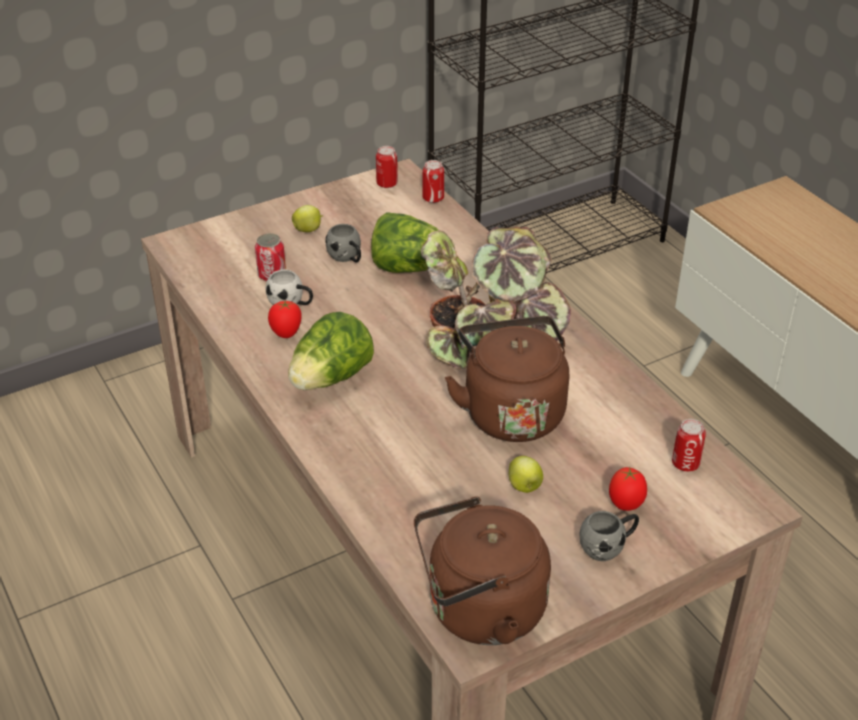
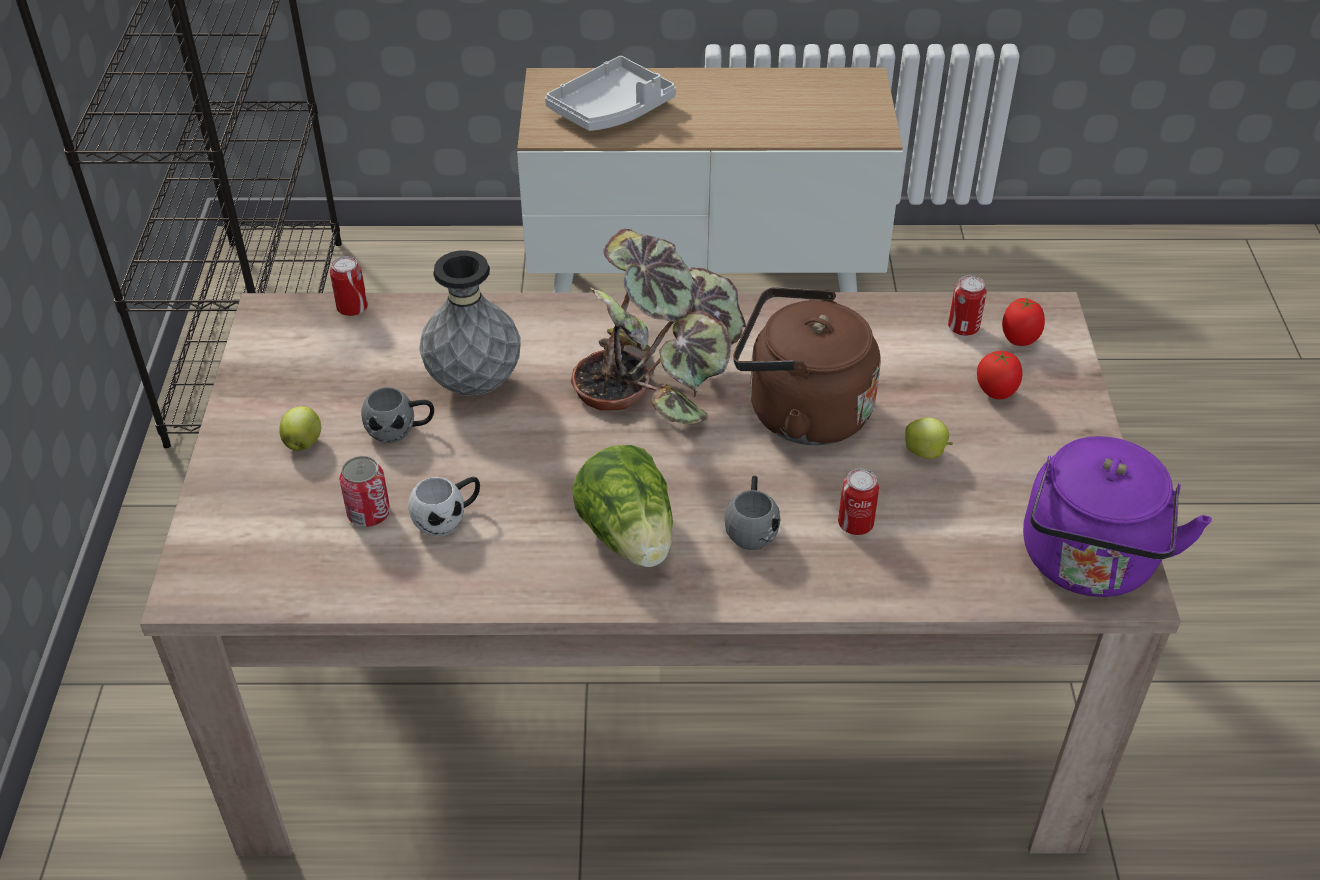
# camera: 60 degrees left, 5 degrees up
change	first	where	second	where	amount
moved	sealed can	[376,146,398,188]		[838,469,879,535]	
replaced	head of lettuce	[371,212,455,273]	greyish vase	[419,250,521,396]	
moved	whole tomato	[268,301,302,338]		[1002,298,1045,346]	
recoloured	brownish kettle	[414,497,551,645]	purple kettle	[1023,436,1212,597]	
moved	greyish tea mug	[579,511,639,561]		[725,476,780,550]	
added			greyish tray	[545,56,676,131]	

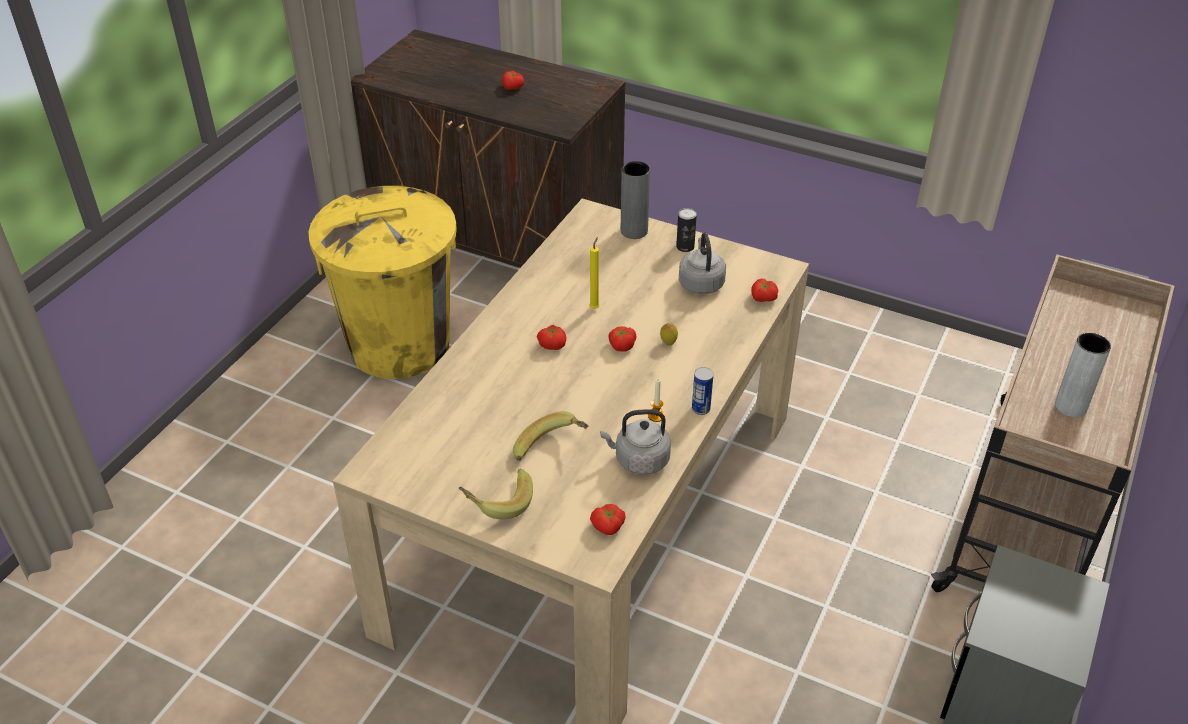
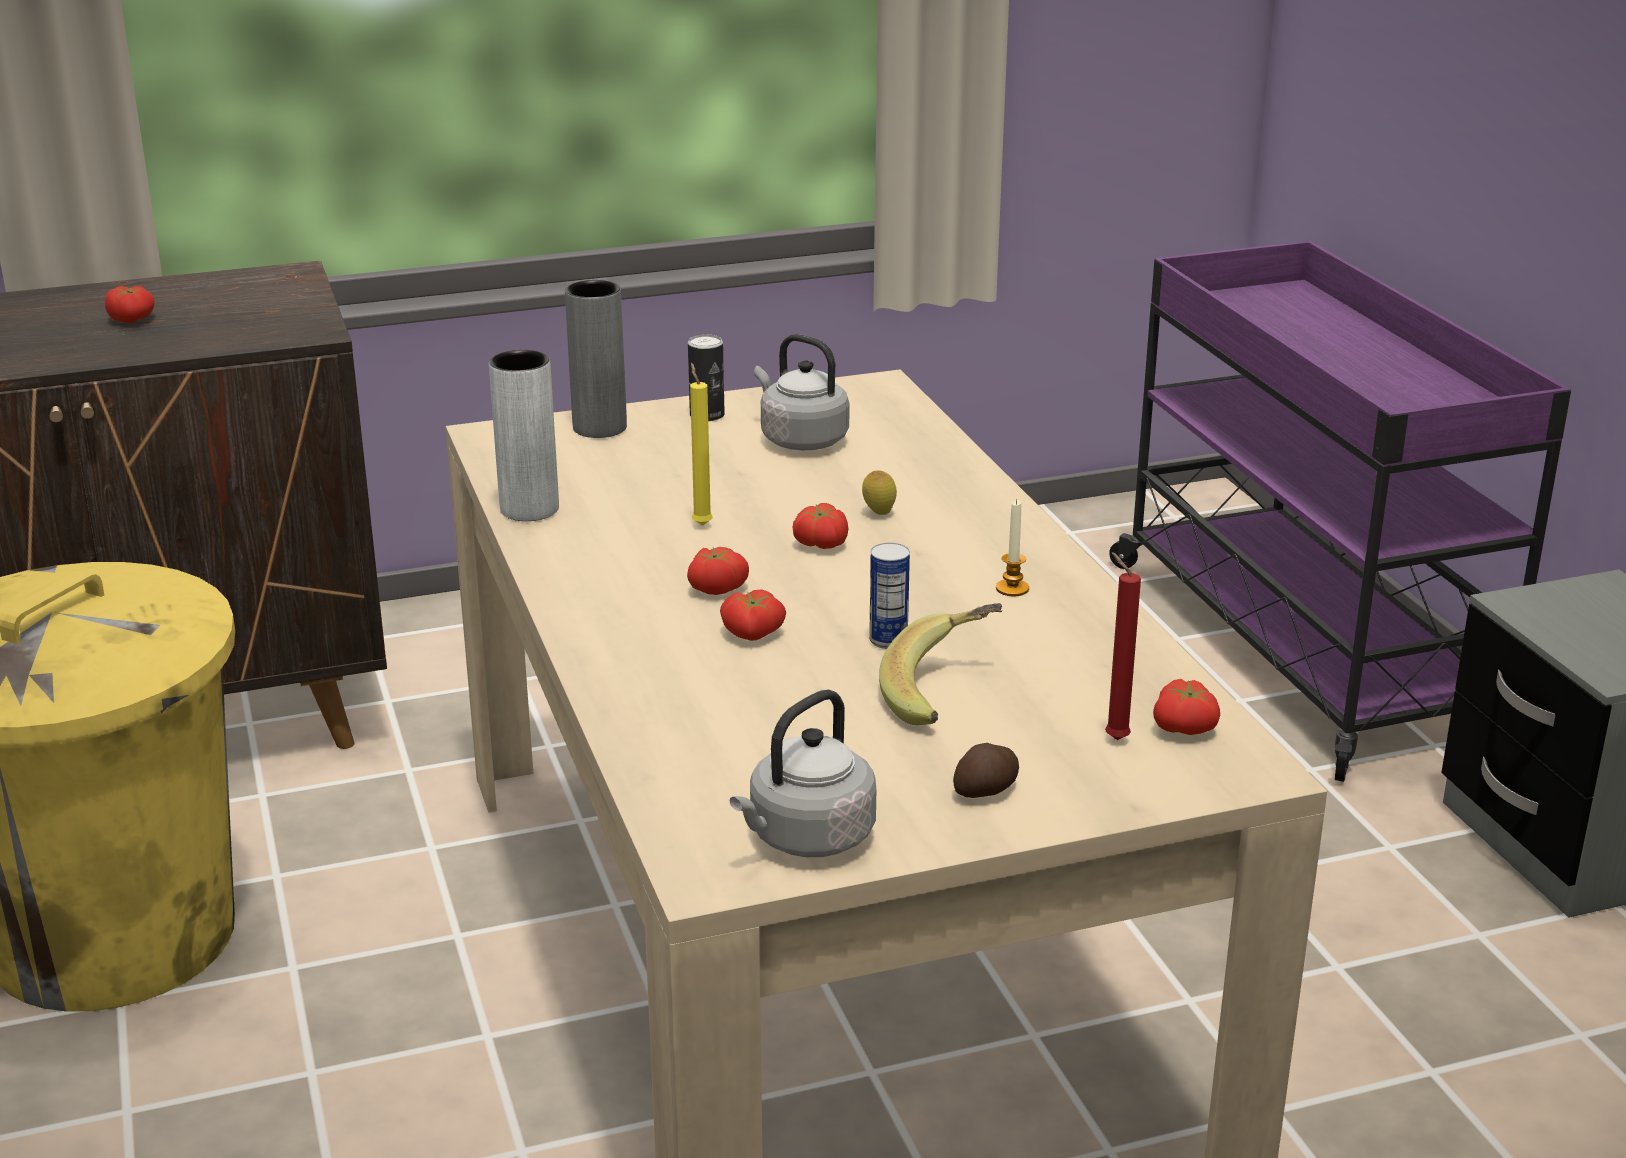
# camera: 45 degrees left, 15 degrees down
change	first	where	second	where	amount
recoloured	beige trolley	[931,255,1175,592]	purple trolley	[1109,241,1571,782]	
moved	whole tomato	[751,279,778,302]		[720,589,786,641]	
moved	greyish vase	[1055,333,1111,417]		[489,350,559,521]	
moved	sealed can	[692,367,714,415]		[869,543,910,649]	
moved	greyish kettle	[600,409,671,475]		[730,690,876,857]	
replaced	whole banana	[459,469,533,519]	potato	[953,743,1019,798]	
added			red-coloured wax candle	[1105,552,1141,740]	

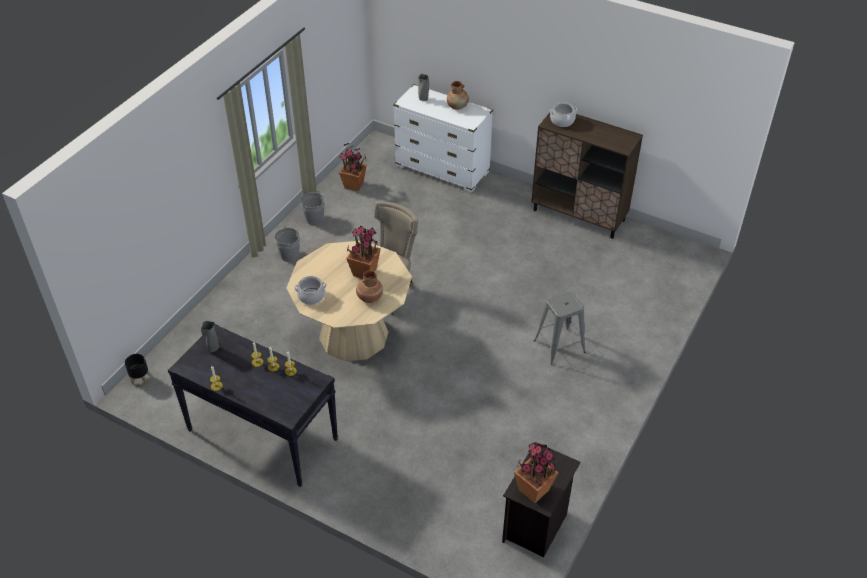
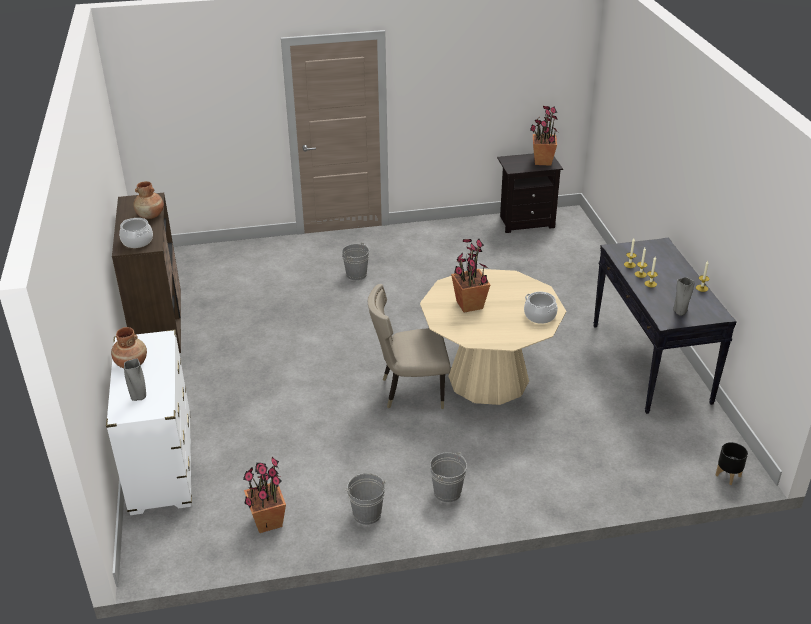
# camera: 130 degrees left, 10 degrees down
change	first	where	second	where	amount
moved	brownish vase	[356,270,383,303]		[133,181,164,219]	
replaced	greyish sitting stool	[534,292,586,365]	greyish pail	[342,242,369,280]	

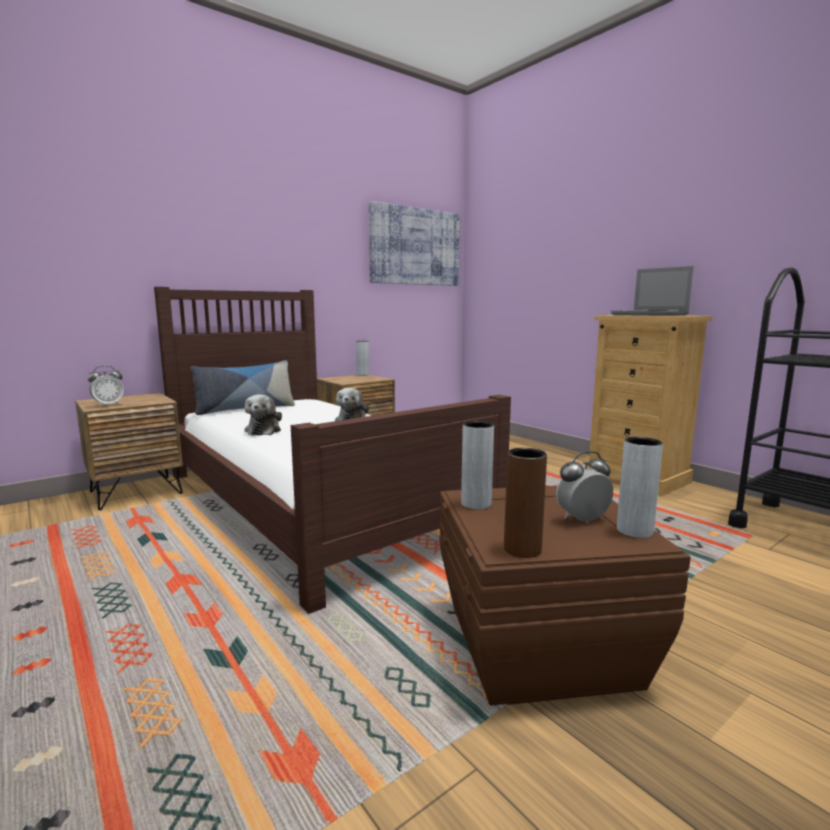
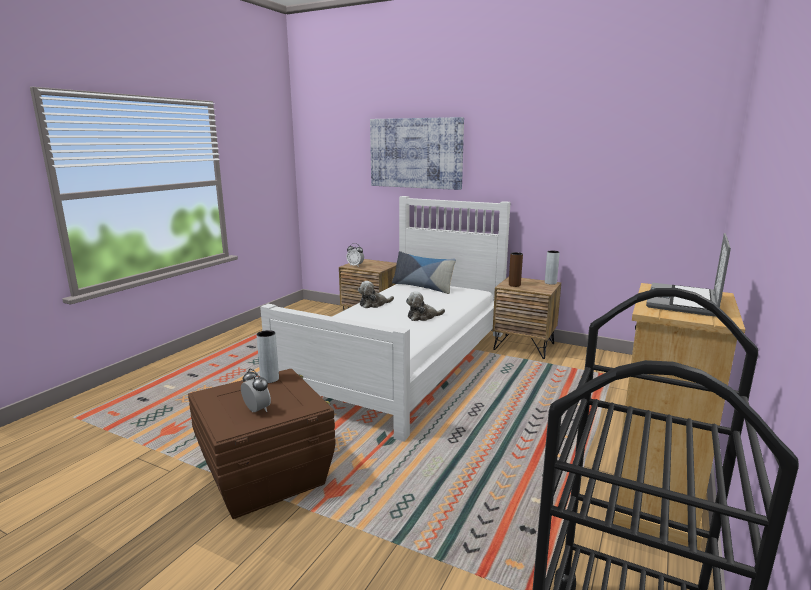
# camera: 65 degrees right, 5 degrees up
change	first	where	second	where	amount
moved	wall picture	[369,201,460,286]		[370,117,464,190]	
recoloured	brownish bedroom bed	[154,287,511,614]	white bedroom bed	[260,196,511,442]	
removed	greyish vase	[617,437,663,538]			
moved	brownish vase	[504,448,547,558]		[509,252,523,287]	

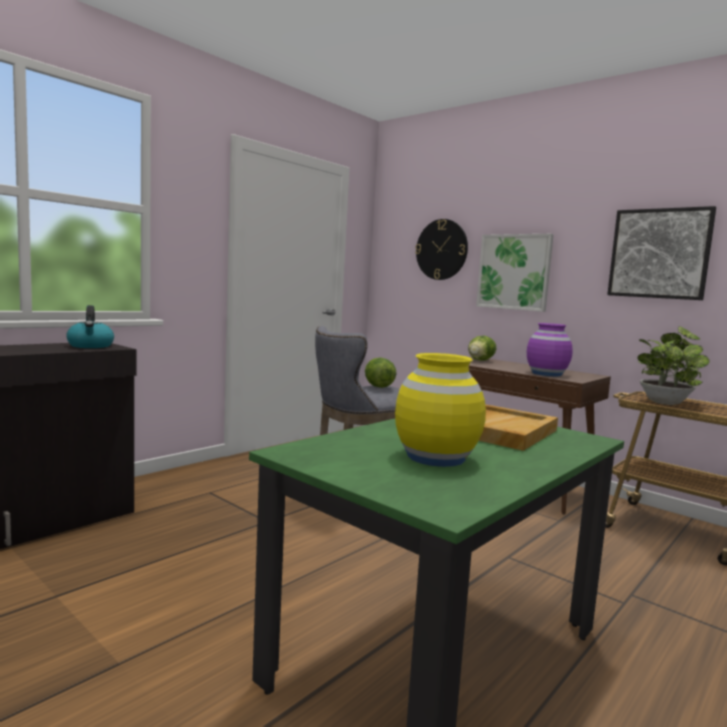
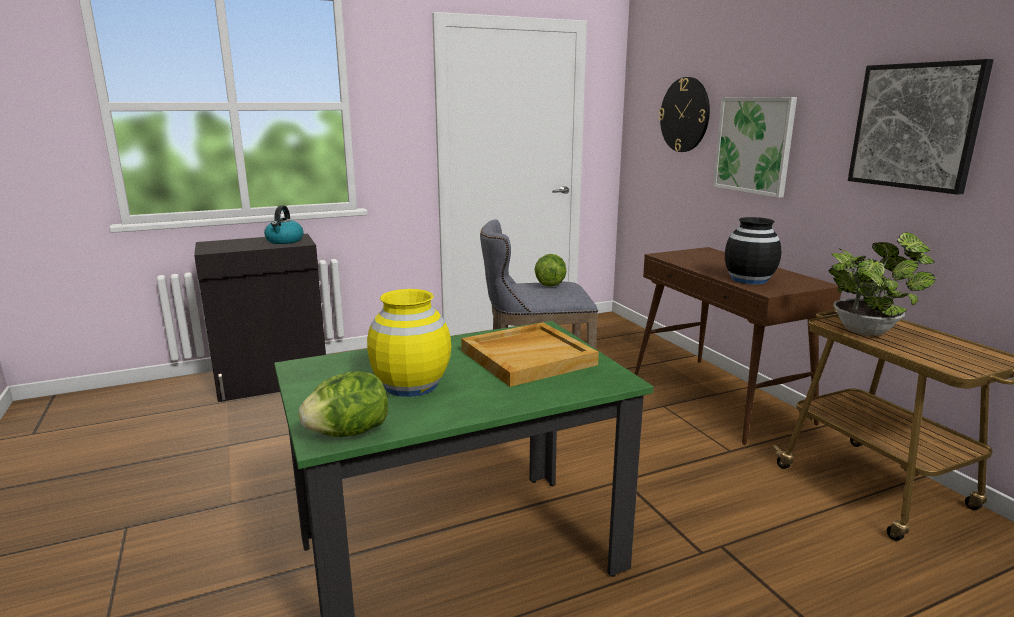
# camera: 25 degrees right, 10 degrees up
change	first	where	second	where	amount
recoloured	purple vase	[527,323,573,376]	black vase	[725,217,782,284]	
moved	head of lettuce	[468,336,496,361]		[299,371,388,437]	

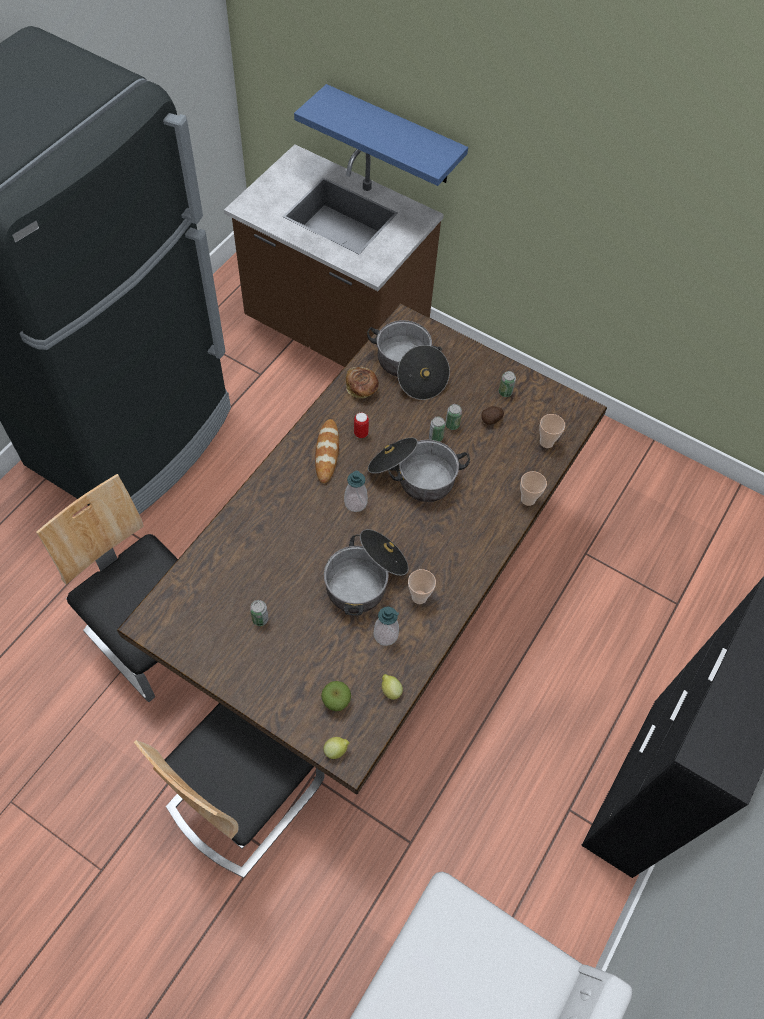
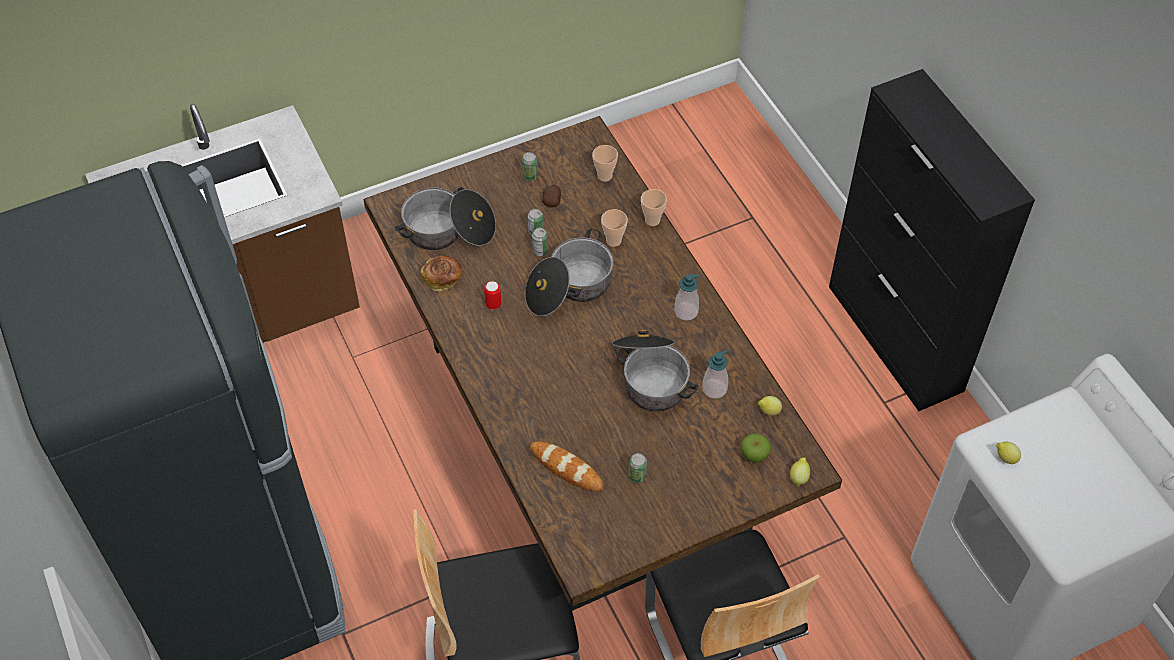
# camera: 55 degrees left, 5 degrees down
change	first	where	second	where	amount
removed	bluish wall shelf	[294,84,468,186]			
moved	bakery bread	[315,419,339,483]		[530,442,604,492]	
moved	soap dispenser	[344,471,368,512]		[674,274,699,320]	
moved	drinking cup	[408,569,436,604]		[601,209,628,247]	
added			whole lemon	[996,441,1021,464]	

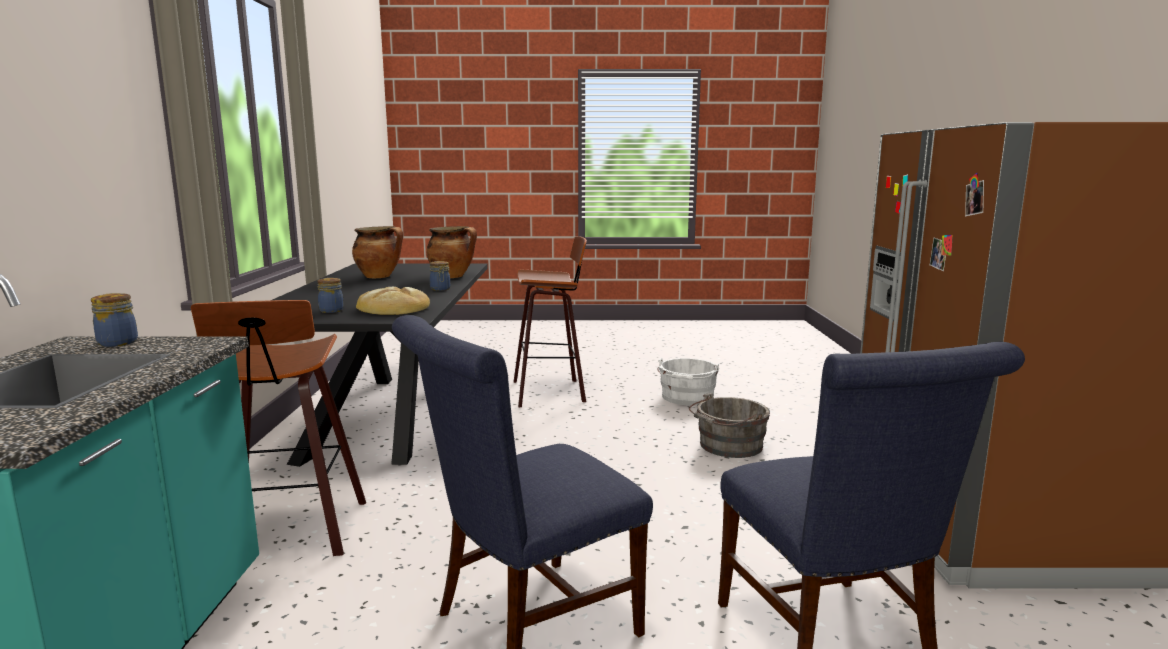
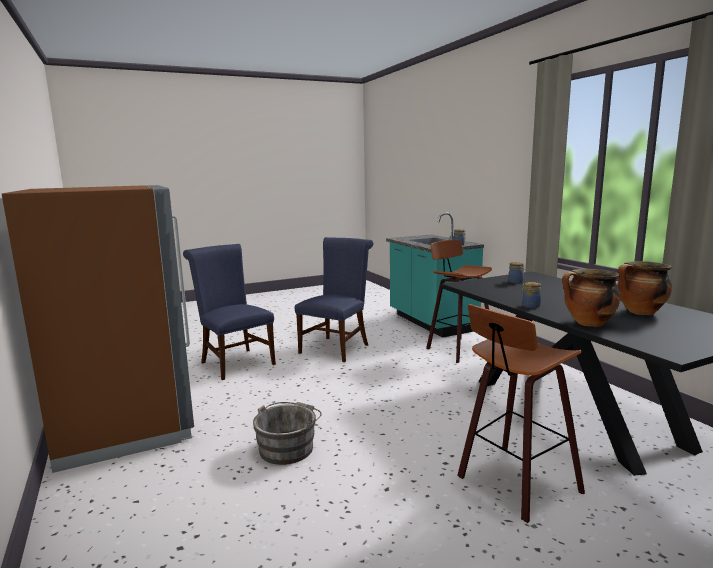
# camera: 155 degrees right, 0 degrees up
change	first	where	second	where	amount
removed	bakery bread	[356,287,430,315]			
removed	white pail	[657,358,719,405]			

